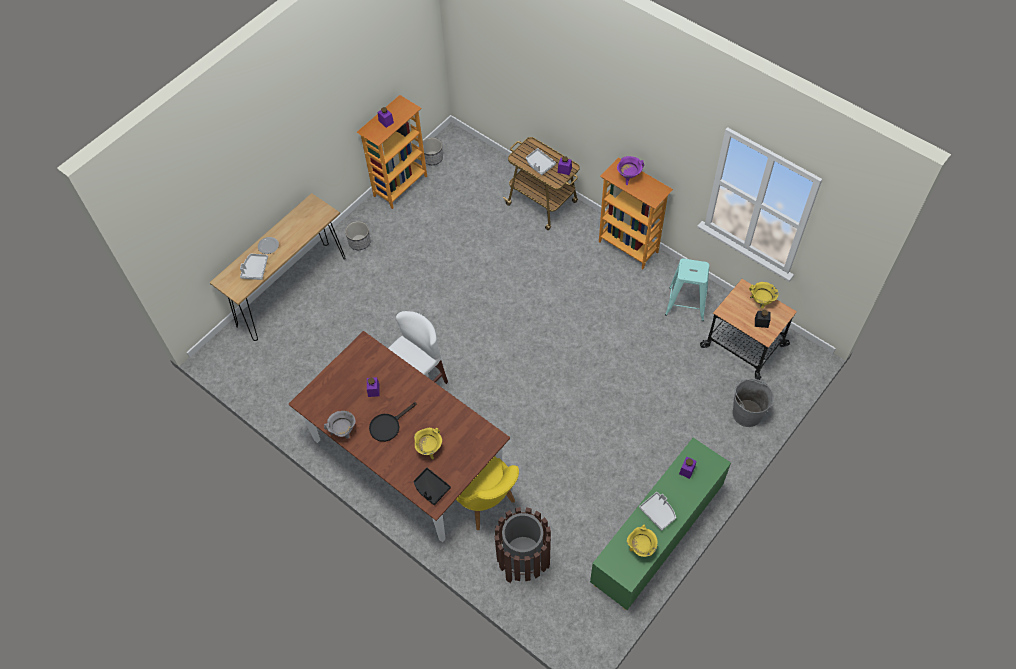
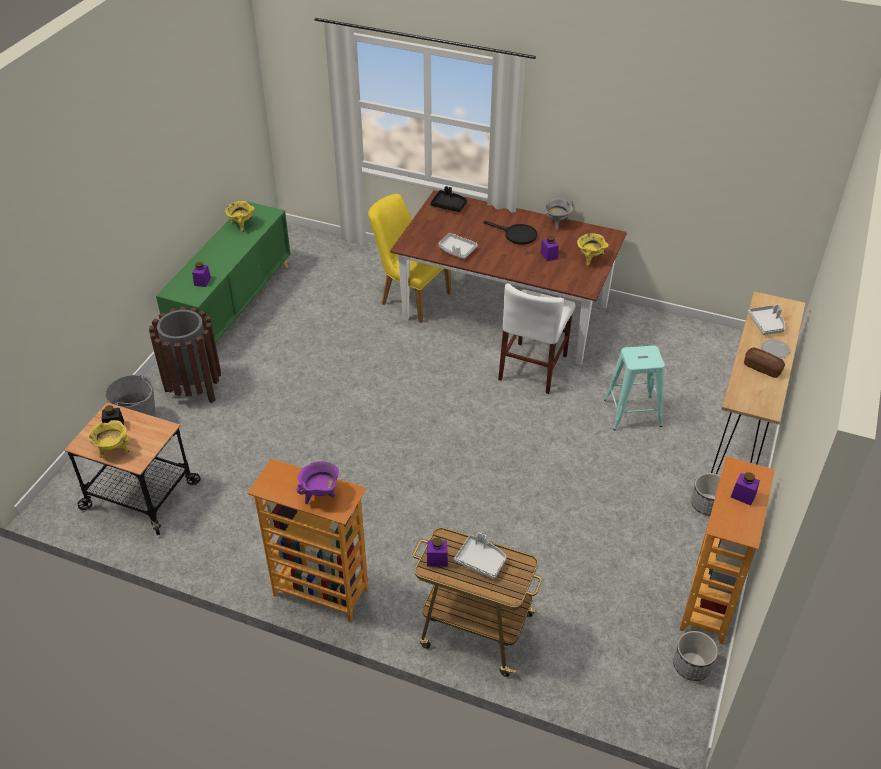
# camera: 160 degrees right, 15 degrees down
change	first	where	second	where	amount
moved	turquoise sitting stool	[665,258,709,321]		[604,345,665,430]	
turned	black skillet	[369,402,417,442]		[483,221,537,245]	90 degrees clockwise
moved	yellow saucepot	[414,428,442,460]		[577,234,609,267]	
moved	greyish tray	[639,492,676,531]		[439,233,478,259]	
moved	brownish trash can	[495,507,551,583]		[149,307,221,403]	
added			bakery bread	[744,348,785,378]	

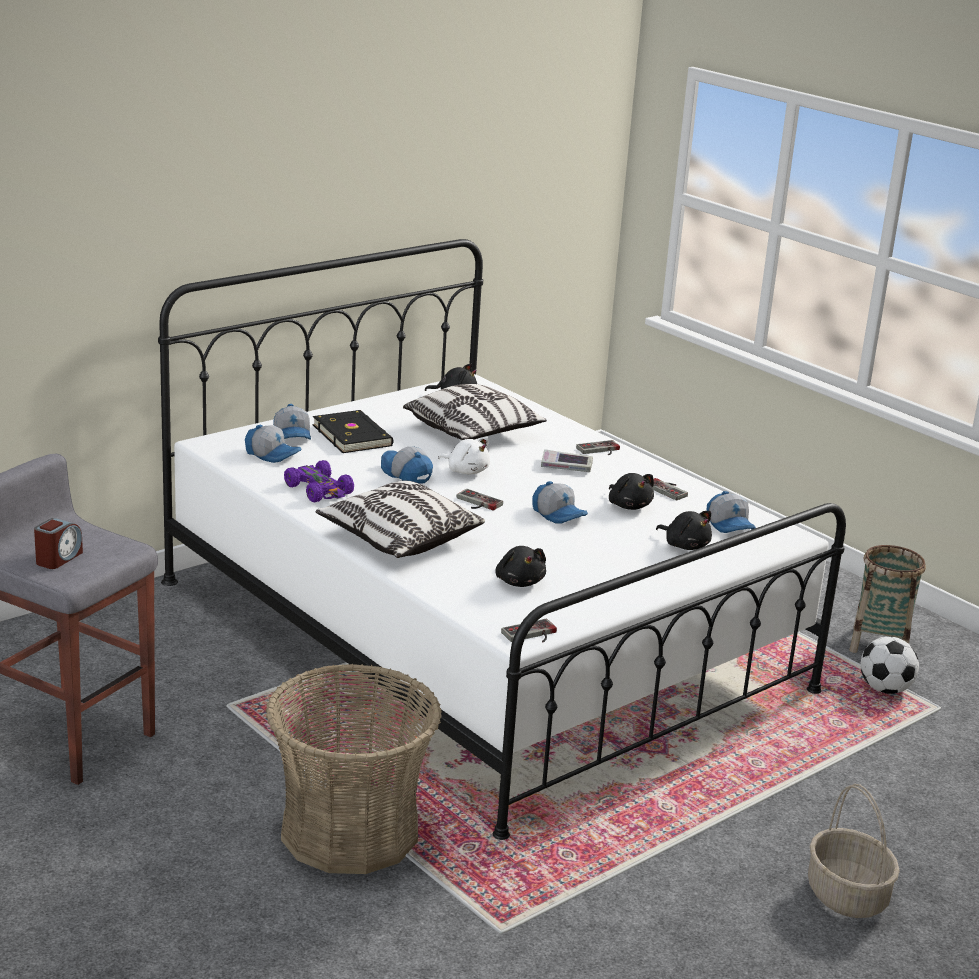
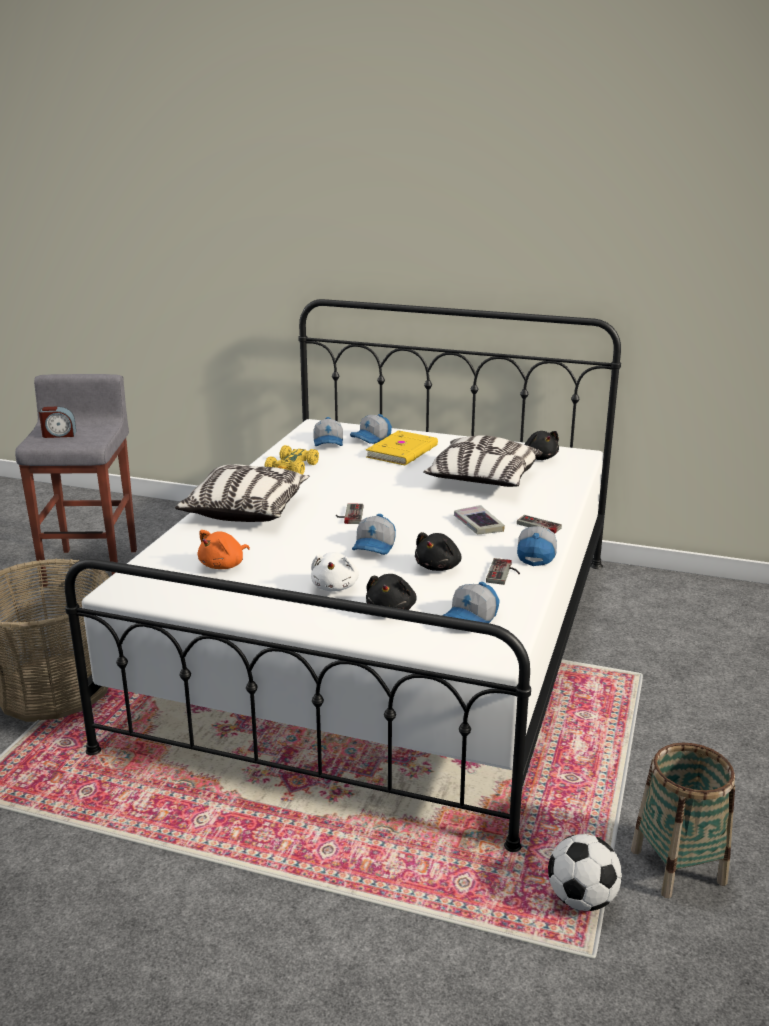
# camera: 60 degrees right, 0 degrees up
change	first	where	second	where	amount
recoloured	black volume	[313,410,393,453]	yellow volume	[366,430,438,465]	
moved	white soft toy	[438,437,490,474]		[311,552,359,592]	
moved	baseball cap	[381,446,433,484]		[517,526,557,566]	
recoloured	purple miniature car	[284,460,354,502]	yellow miniature car	[264,445,319,475]	
recoloured	black soft toy	[495,546,546,587]	orangey soft toy	[198,530,250,569]	
removed	joypad	[501,619,557,642]			
removed	basket	[808,784,900,918]			

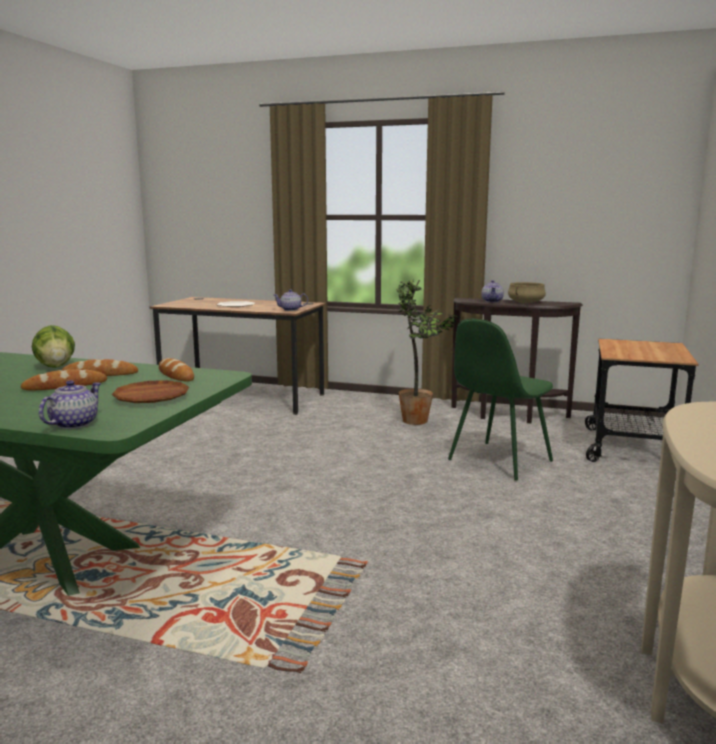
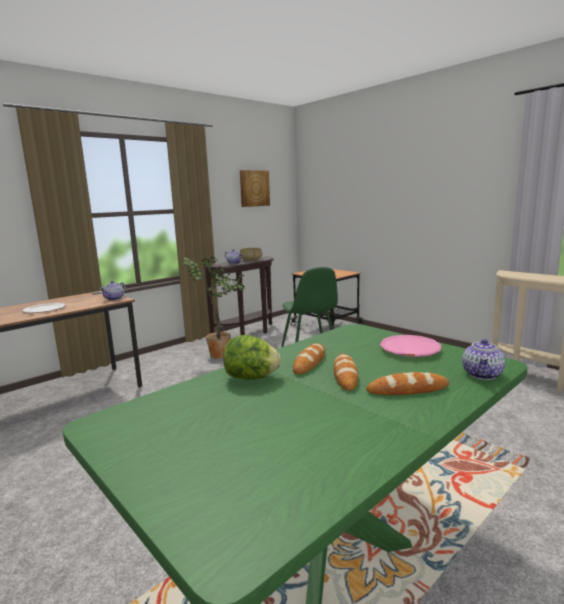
# camera: 60 degrees left, 0 degrees up
change	first	where	second	where	amount
moved	bakery bread	[159,358,194,381]		[366,372,449,395]	
turned	tea pot	[39,380,101,429]		[462,339,505,380]	120 degrees counterclockwise
recoloured	brownish plate	[112,380,189,403]	pink-coloured plate	[380,335,442,357]	
added			wall picture	[240,170,270,207]	

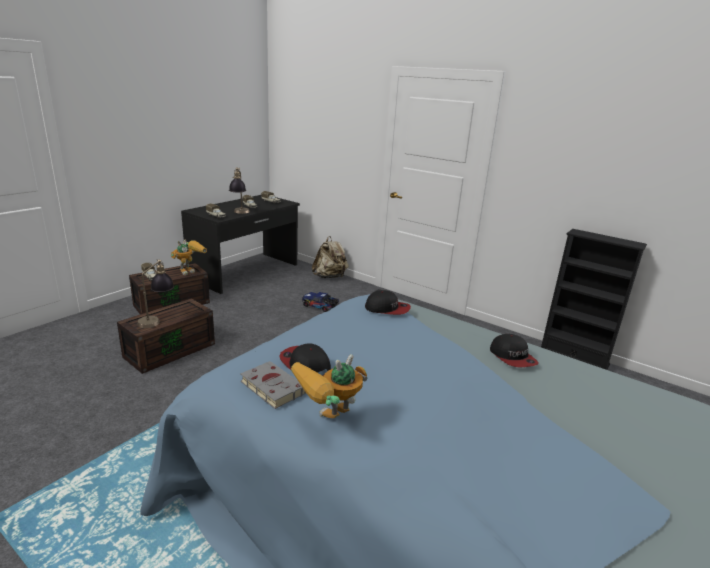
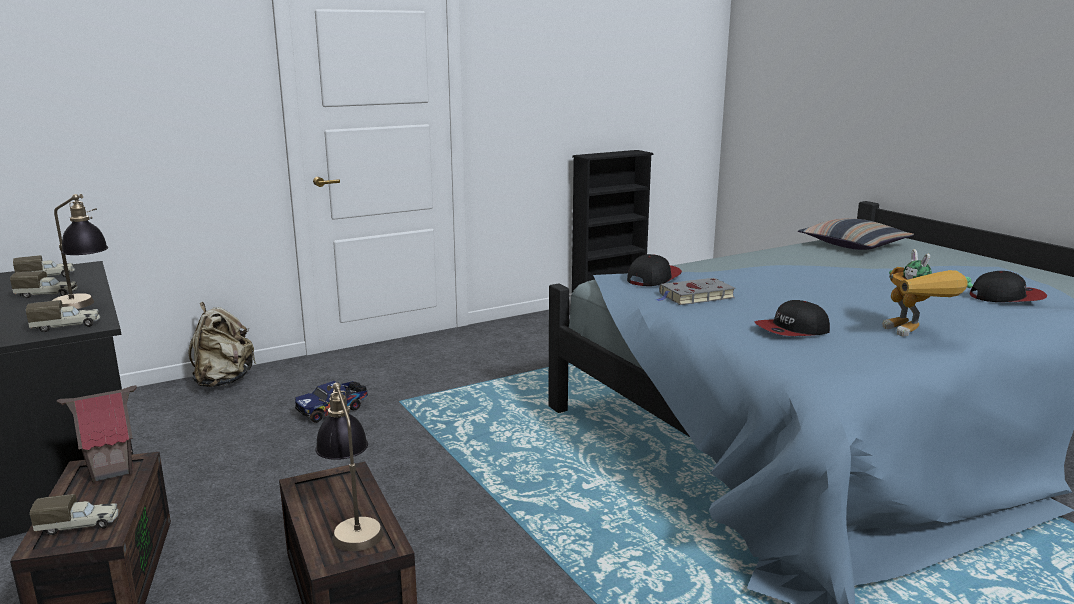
# camera: 65 degrees left, 5 degrees down
change	first	where	second	where	amount
replaced	model robot	[171,239,207,275]	miniature house	[57,385,137,483]	
moved	baseball cap	[490,334,539,367]		[969,271,1047,302]	
moved	greyish volume	[240,361,306,409]		[656,278,736,305]	
added			cushion	[798,218,914,250]	

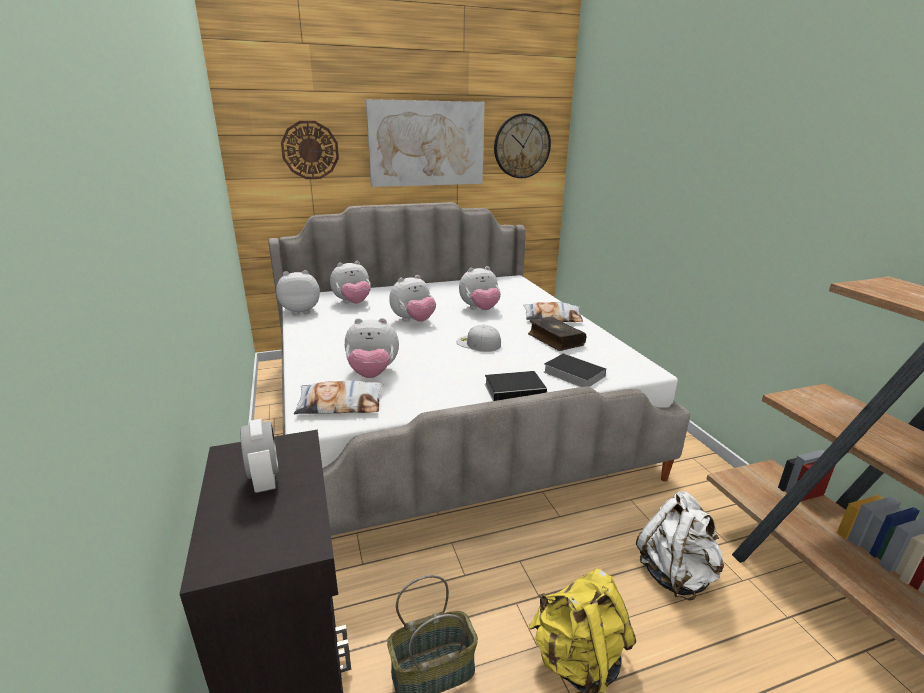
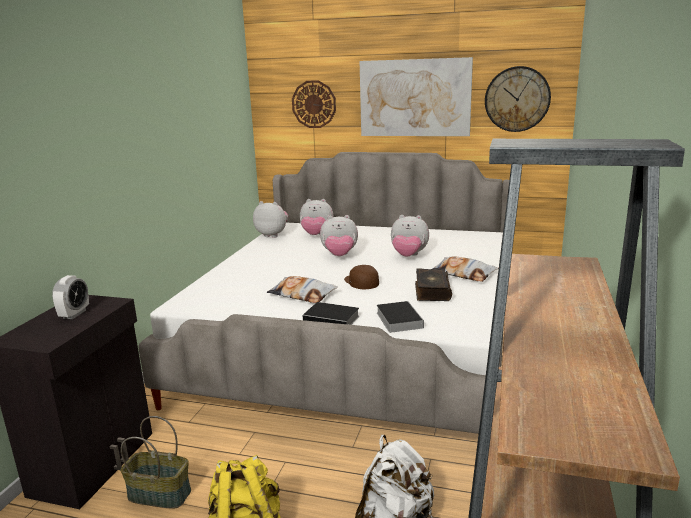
# camera: 35 degrees right, 5 degrees down
change	first	where	second	where	amount
removed	soft toy	[345,318,399,378]			
recoloured	white baseball cap	[456,325,501,352]	brownish baseball cap	[344,265,379,289]	
moved	cushion	[294,380,383,414]		[267,276,338,303]	

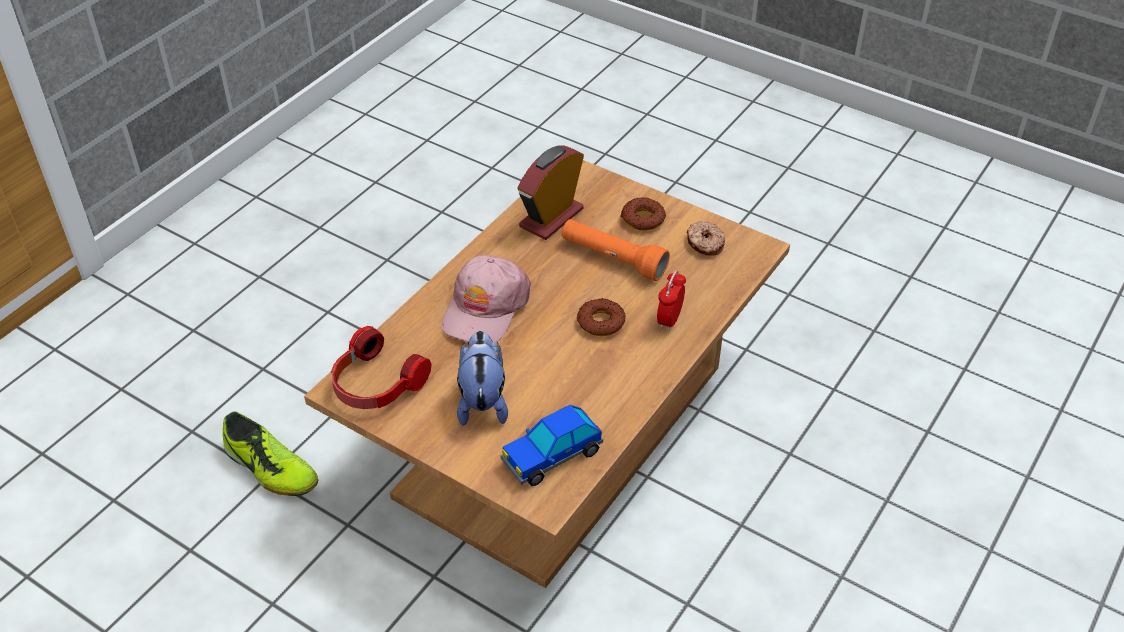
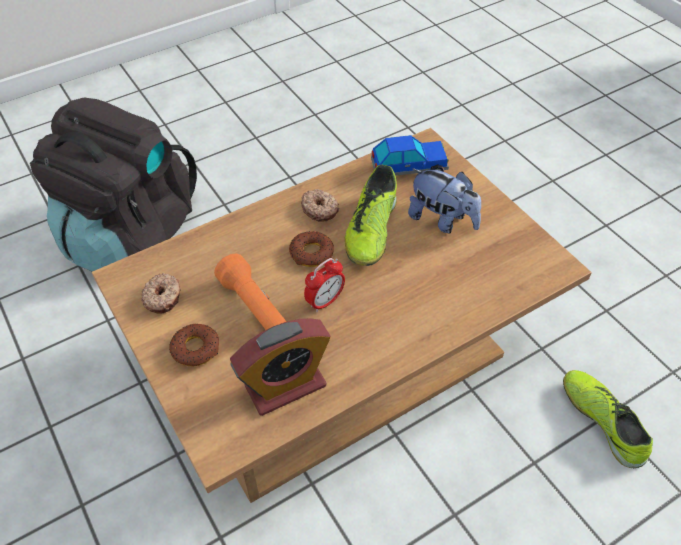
# camera: 155 degrees left, 5 degrees up
change	first	where	second	where	amount
removed	pink-coloured baseball cap	[441,255,531,343]			
moved	table clock	[657,270,686,331]		[304,258,345,312]	
removed	headphones	[331,326,432,409]			
turned	soft toy	[457,331,508,426]		[408,168,481,234]	75 degrees counterclockwise
added			black knapsack	[30,98,197,271]	
added			low shoe	[344,165,397,266]	
added			donut	[301,189,339,222]	

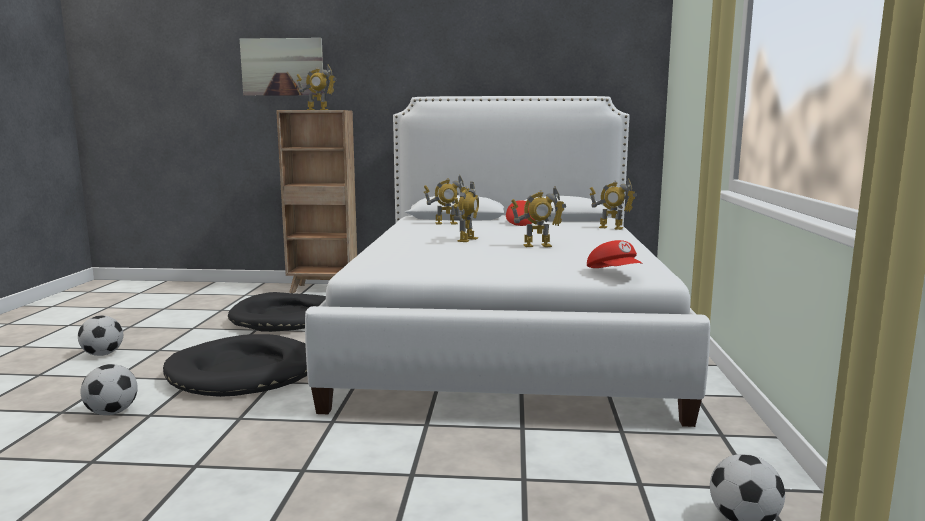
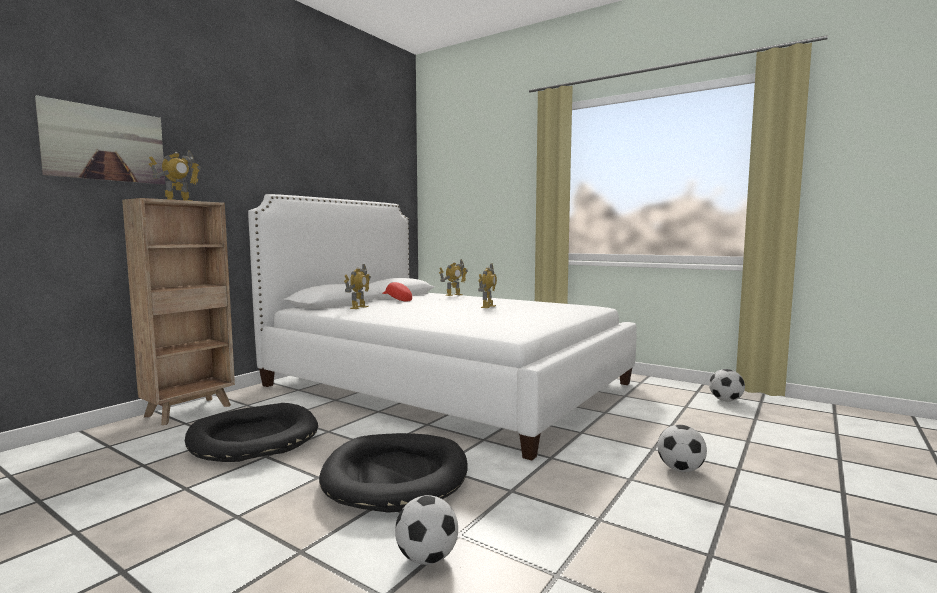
# camera: 60 degrees left, 5 degrees down
change	first	where	second	where	amount
removed	model robot	[453,182,479,242]			
removed	red-coloured baseball cap	[587,240,643,268]			
moved	football	[78,315,123,356]		[657,425,707,472]	

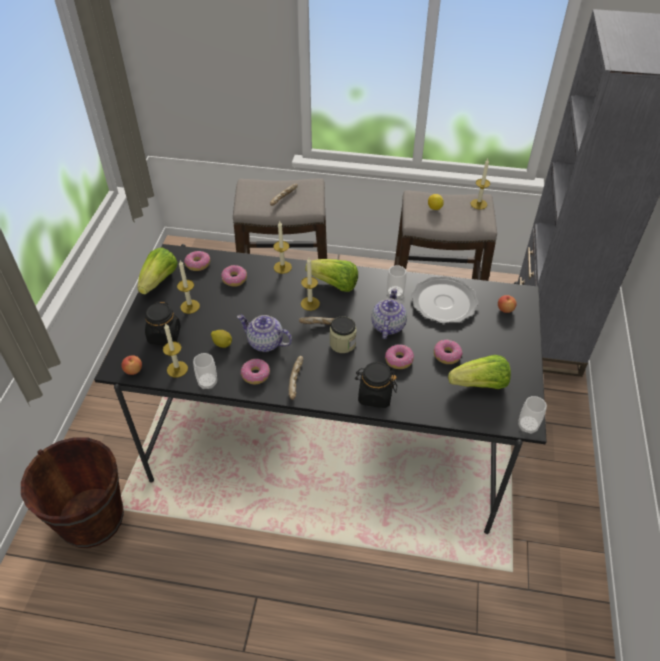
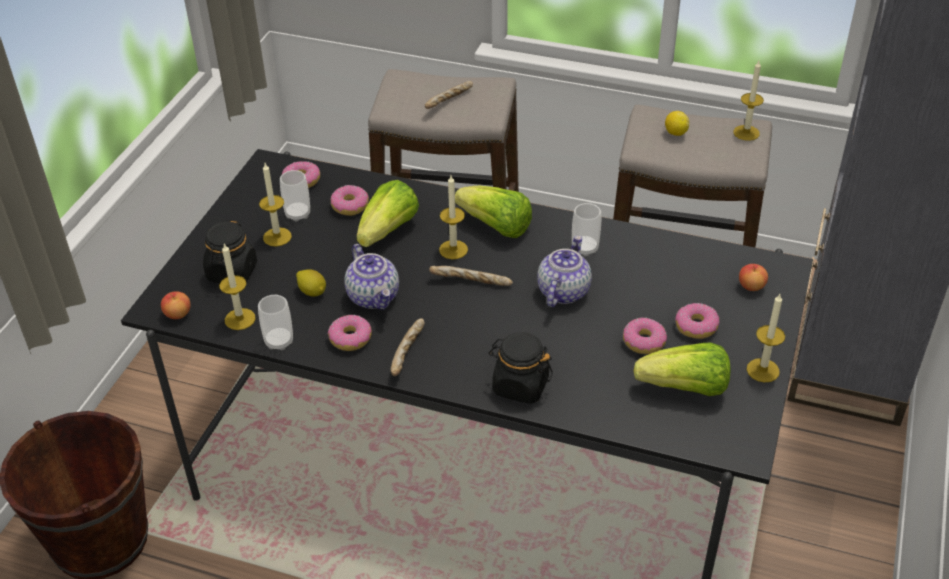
# camera: 10 degrees right, 5 degrees down
change	first	where	second	where	amount
moved	wax candle	[273,221,292,274]		[747,294,785,382]	
moved	head of lettuce	[137,247,178,295]		[357,180,419,247]	
removed	plate	[411,276,479,324]			
turned	tea pot	[237,315,292,352]		[344,244,399,310]	150 degrees counterclockwise
removed	preserve jar	[330,316,357,353]			
moved	donut	[385,344,414,369]		[675,303,719,339]	
moved	drinking cup	[518,396,547,434]		[280,170,310,222]	

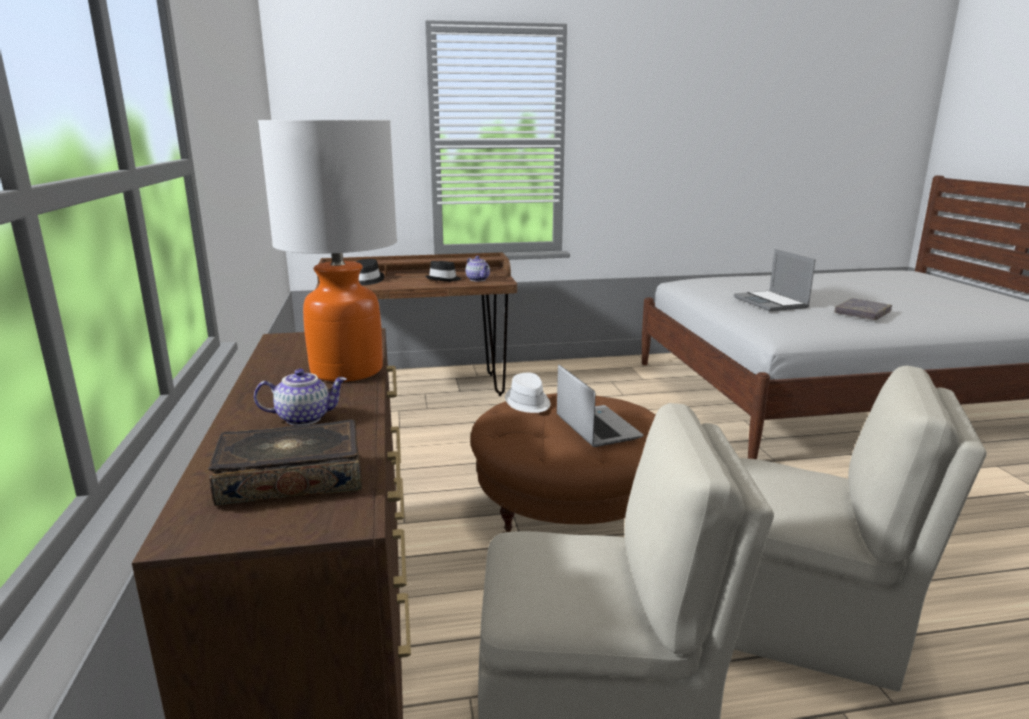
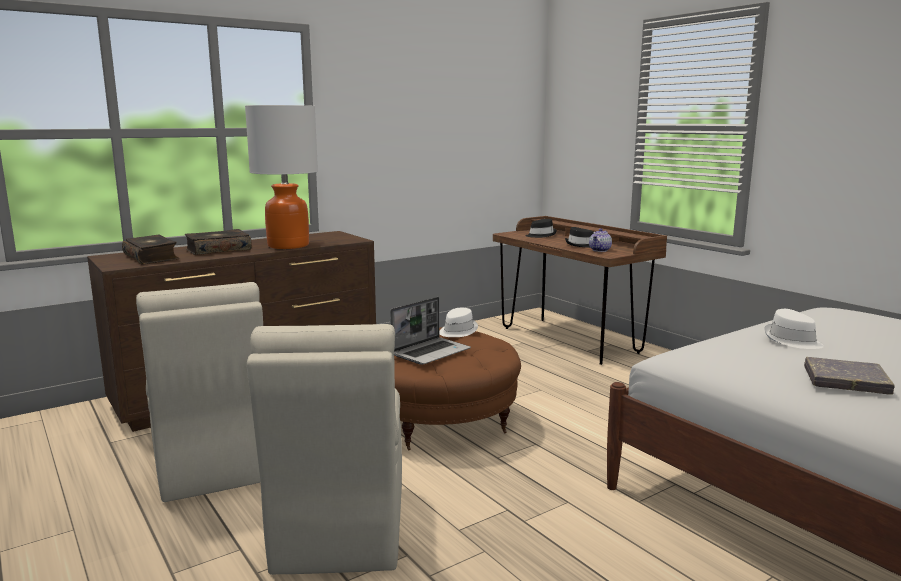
# camera: 65 degrees right, 5 degrees down
change	first	where	second	where	amount
replaced	portable computer	[734,249,816,311]	white clothing hat	[764,309,824,349]	
replaced	tea pot	[254,369,347,426]	volume	[185,229,252,255]	

